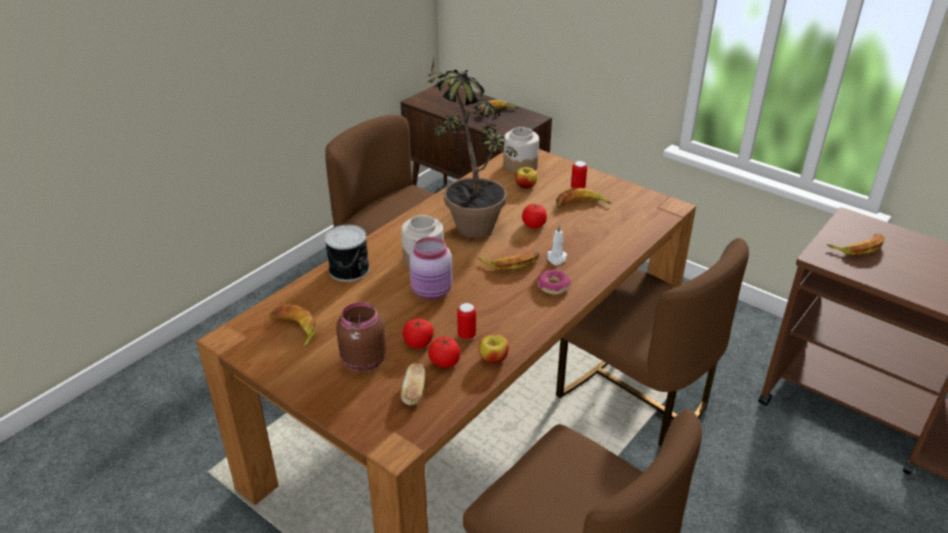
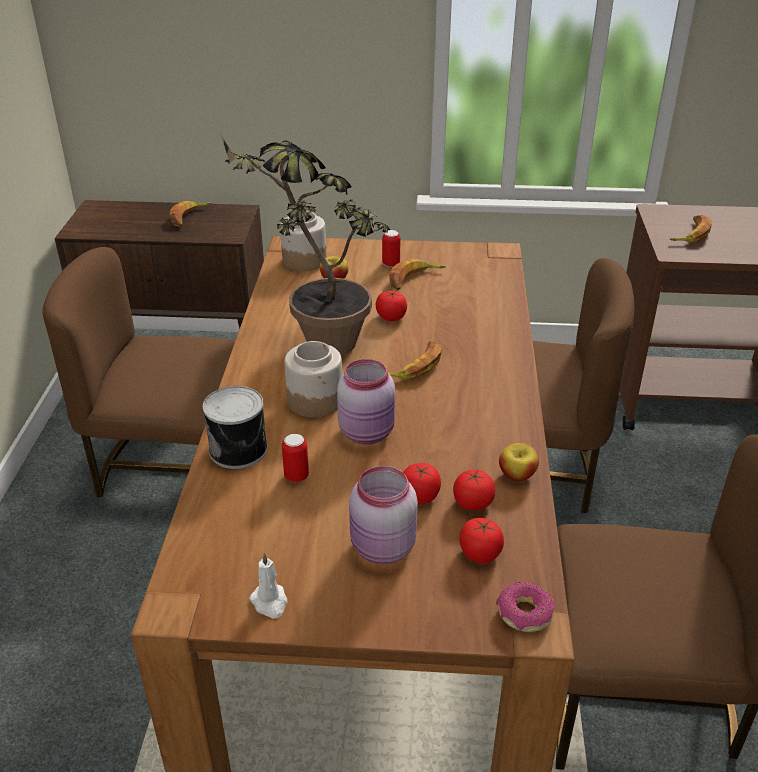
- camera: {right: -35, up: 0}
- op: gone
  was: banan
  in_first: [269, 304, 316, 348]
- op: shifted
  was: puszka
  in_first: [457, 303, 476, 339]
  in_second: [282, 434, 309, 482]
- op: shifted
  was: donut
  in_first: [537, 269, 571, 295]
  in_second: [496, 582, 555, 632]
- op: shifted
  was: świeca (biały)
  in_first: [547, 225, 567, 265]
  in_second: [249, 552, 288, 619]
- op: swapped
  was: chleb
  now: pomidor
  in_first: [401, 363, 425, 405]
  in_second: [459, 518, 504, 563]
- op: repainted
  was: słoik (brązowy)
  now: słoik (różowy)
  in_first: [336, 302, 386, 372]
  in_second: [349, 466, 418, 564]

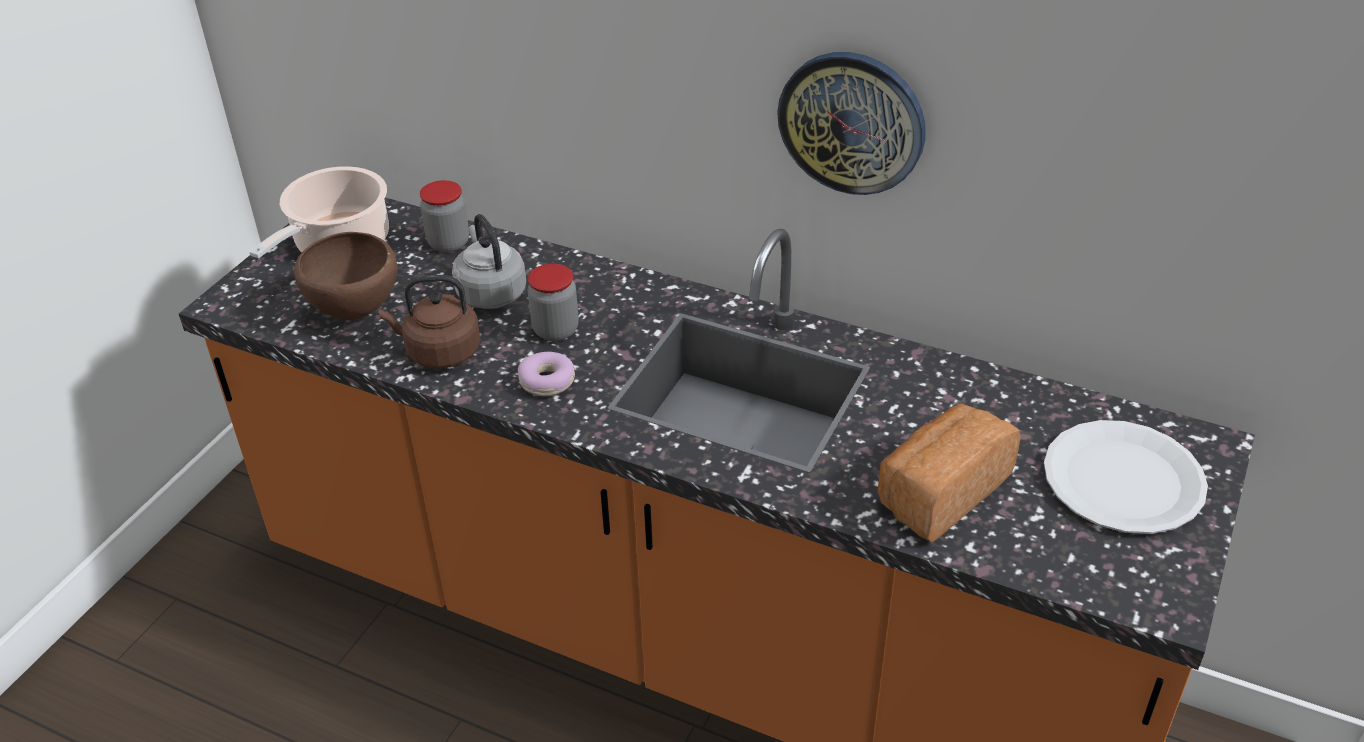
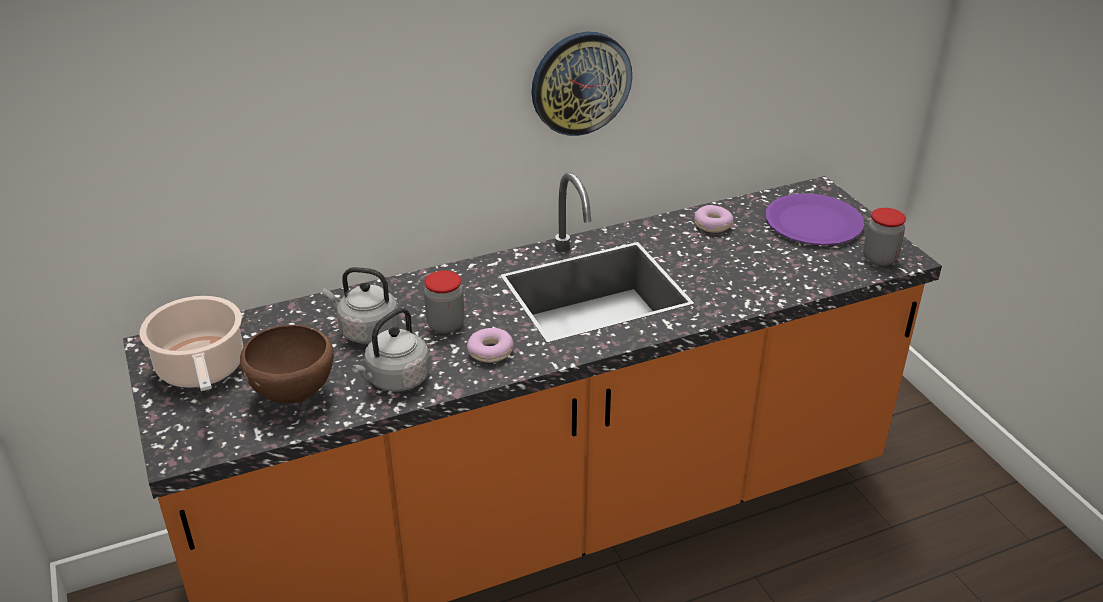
- camera: {right: -50, up: -5}
- op: gone
  was: chleb
  in_first: [878, 404, 1021, 542]
- op: new
  now: donut
  in_second: [694, 205, 733, 233]
- op: shifted
  was: słoik
  in_first: [420, 180, 469, 253]
  in_second: [863, 208, 906, 266]
- op: repainted
  was: czajnik (brązowy)
  now: czajnik (szary)
  in_first: [379, 275, 480, 368]
  in_second: [352, 308, 430, 392]
- op: repainted
  was: talerz (biały)
  now: talerz (fioletowy)
  in_first: [1044, 420, 1208, 534]
  in_second: [766, 193, 864, 245]

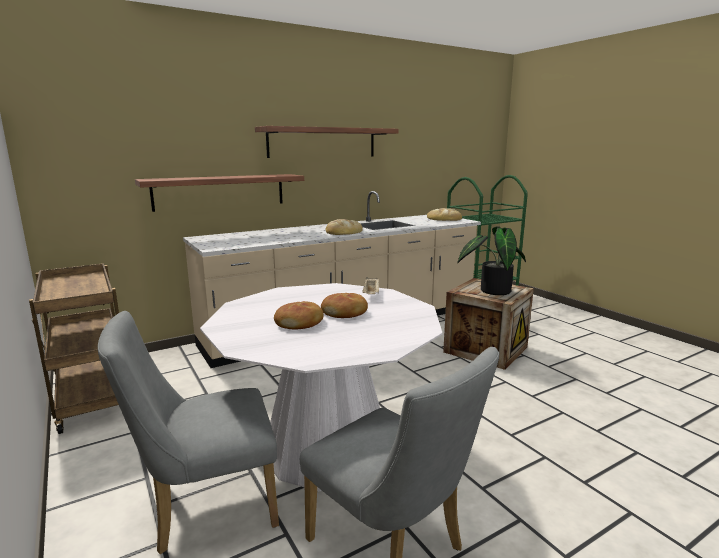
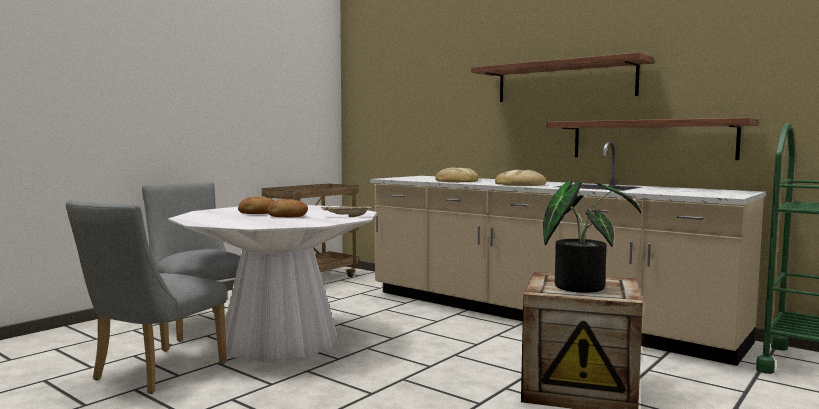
- camera: {right: 70, up: -10}
- op: shifted
  was: półka
  in_first: [135, 174, 304, 212]
  in_second: [547, 118, 759, 160]
- op: shifted
  was: chleb
  in_first: [427, 208, 462, 221]
  in_second: [435, 168, 479, 183]

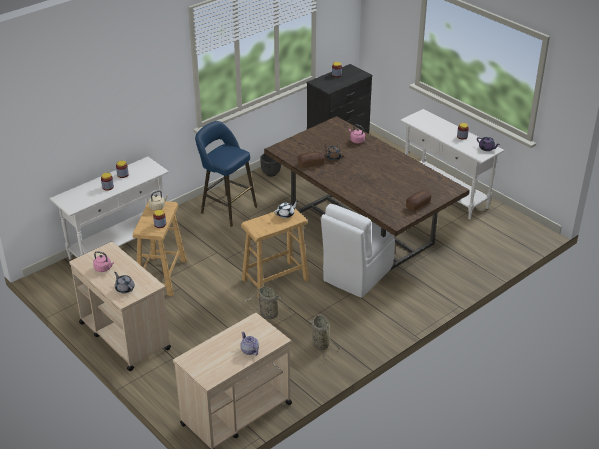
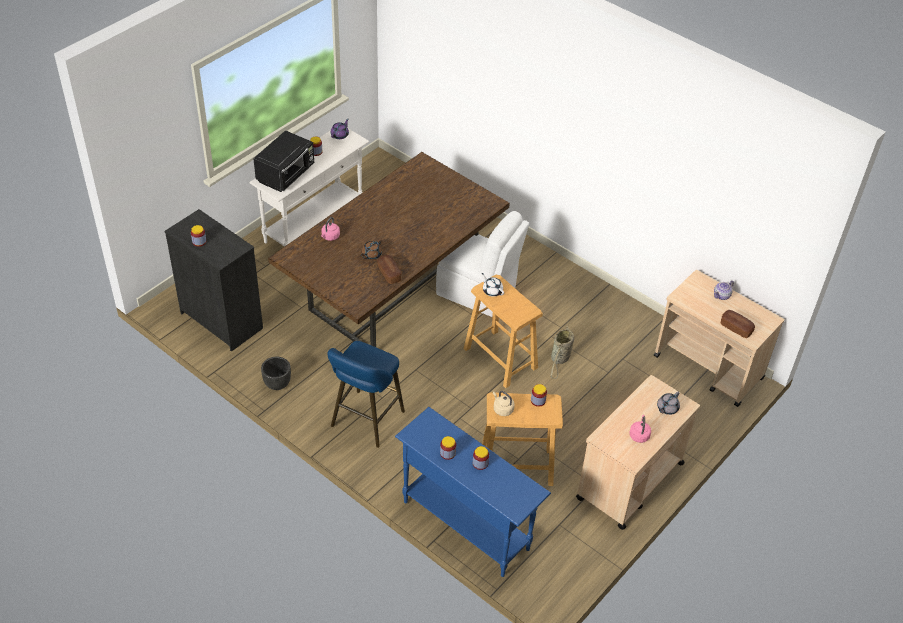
- camera: {right: -100, up: 10}
- op: gone
  was: koszyk
  in_first: [306, 315, 340, 357]
- op: new
  now: mikrofalówka (czarny)
  in_second: [253, 130, 314, 192]
- op: shifted
  was: chleb
  in_first: [406, 190, 432, 211]
  in_second: [721, 310, 755, 338]
- op: repainted
  was: stolik konsolowy (biały)
  now: stolik konsolowy (niebieski)
  in_first: [49, 157, 169, 260]
  in_second: [395, 407, 551, 577]

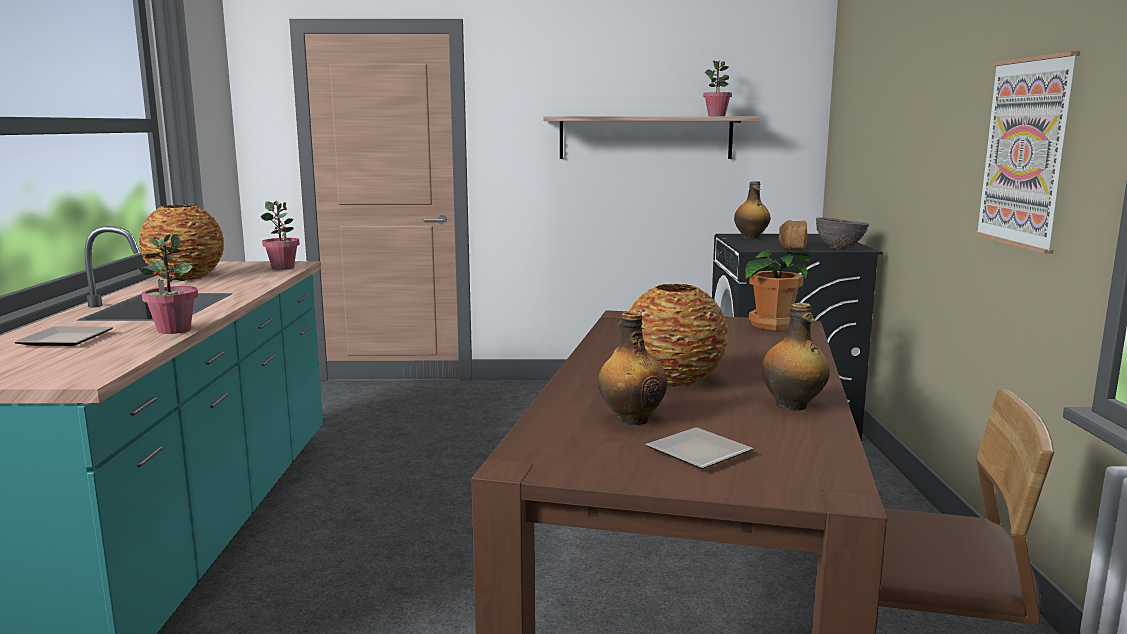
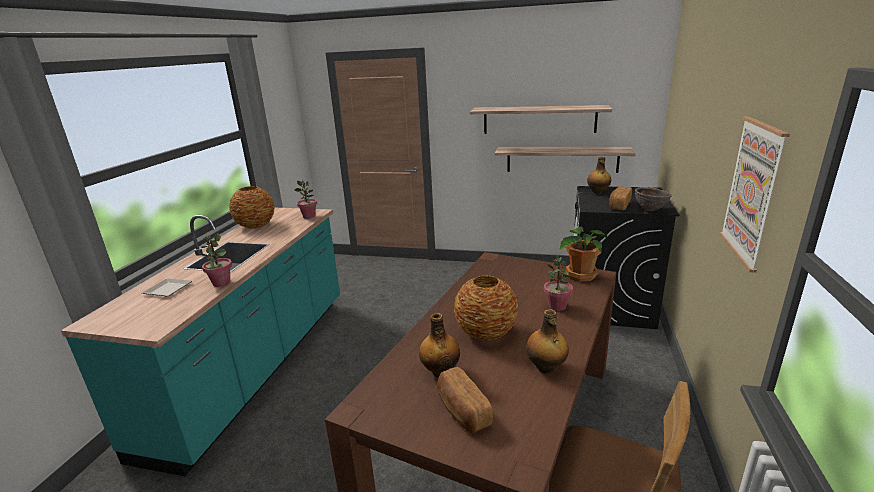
- camera: {right: 15, up: 10}
- op: new
  now: półka
  in_second: [495, 147, 636, 173]
- op: shifted
  was: roślina doniczkowa
  in_first: [703, 60, 732, 116]
  in_second: [544, 255, 573, 311]
- op: swapped
  was: talerz
  now: chleb
  in_first: [646, 427, 753, 469]
  in_second: [437, 367, 493, 433]

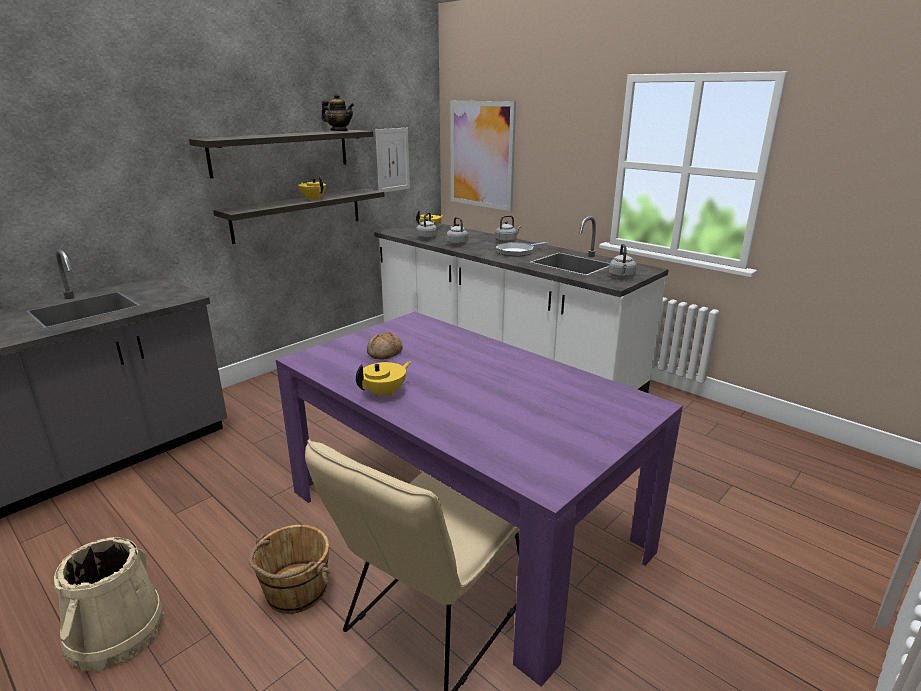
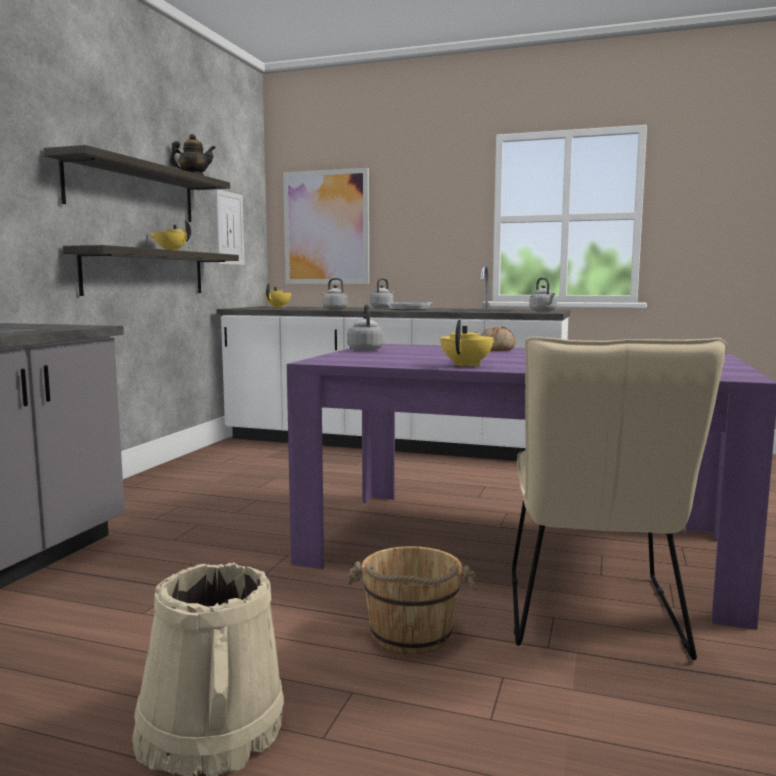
- camera: {right: -25, up: -15}
- op: shifted
  was: chleb
  in_first: [367, 333, 403, 360]
  in_second: [481, 327, 516, 351]
- op: shifted
  was: czajnik (szary)
  in_first: [416, 212, 437, 240]
  in_second: [347, 304, 384, 351]

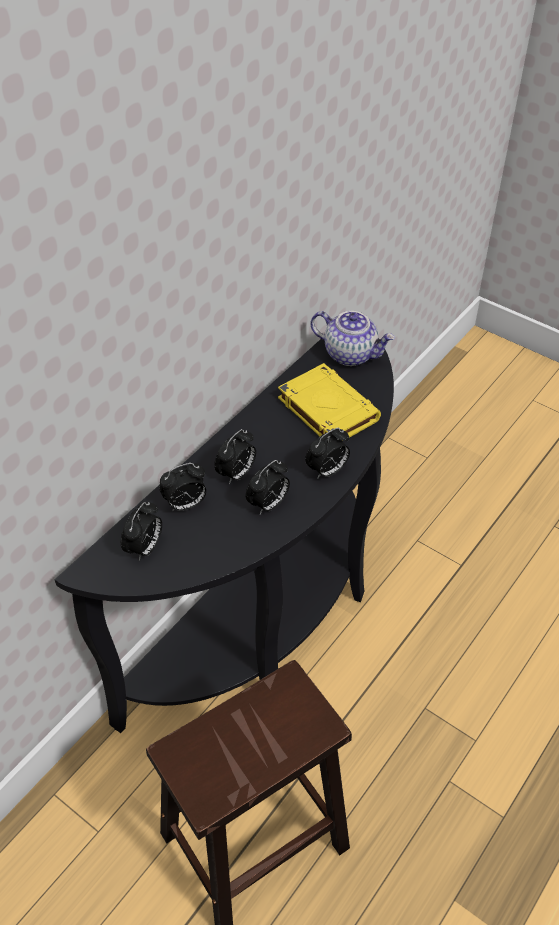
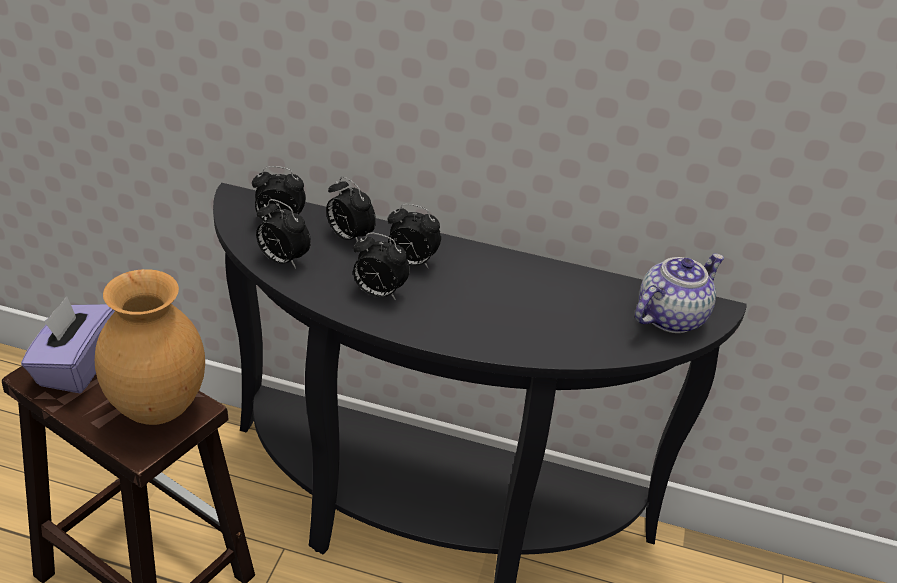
- camera: {right: 65, up: -10}
- op: gone
  was: książka (żółty)
  in_first: [278, 363, 381, 442]
- op: new
  now: pudełko chusteczek (fioletowy)
  in_second: [21, 296, 115, 393]
- op: new
  now: wazon (brązowy)
  in_second: [95, 269, 205, 425]
- op: shifted
  was: budzik
  in_first: [305, 428, 350, 479]
  in_second: [256, 199, 311, 269]
- op: rotated
  was: imbryk
  in_first: [310, 311, 395, 366]
  in_second: [635, 253, 724, 333]
  clockwise: -135

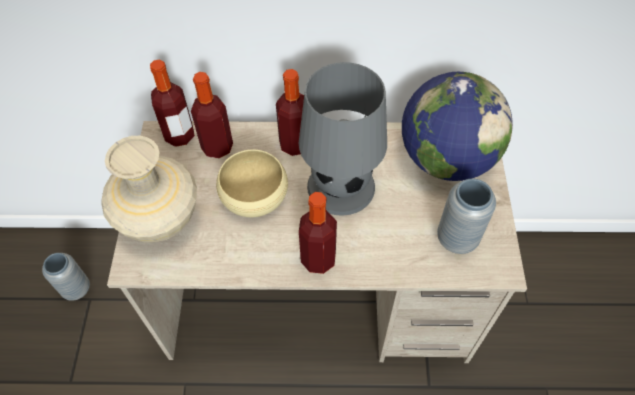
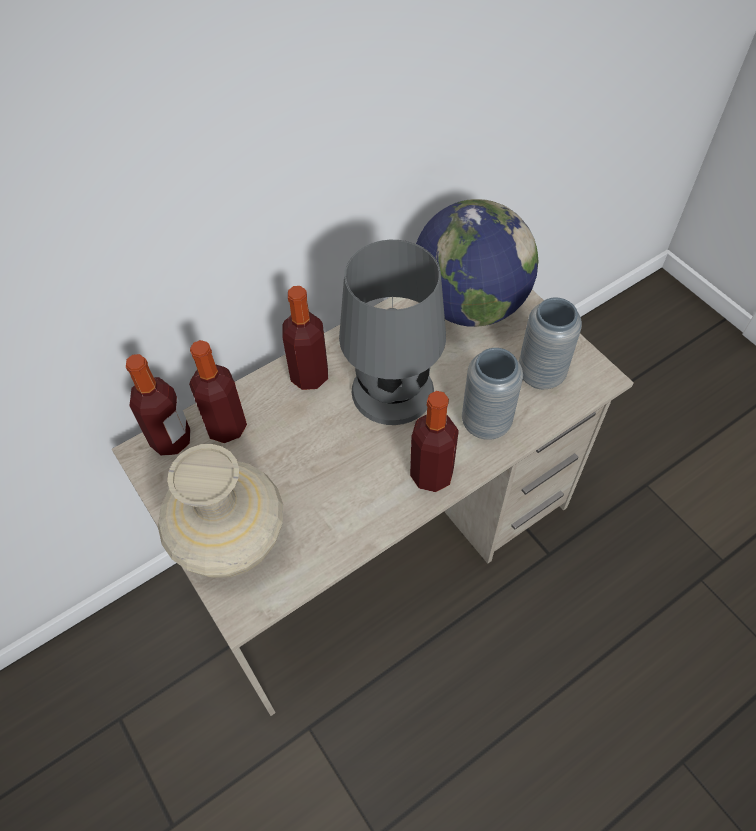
- camera: {right: -35, up: 0}
- op: gone
  was: miska (beżowy)
  in_first: [216, 149, 288, 217]
- op: shifted
  was: wazon (szary)
  in_first: [42, 253, 90, 301]
  in_second: [462, 348, 523, 440]

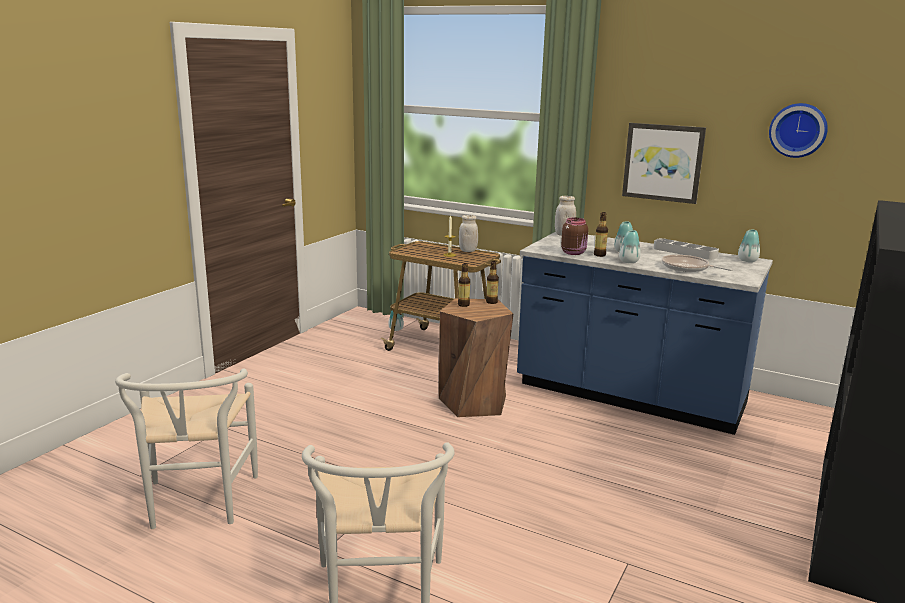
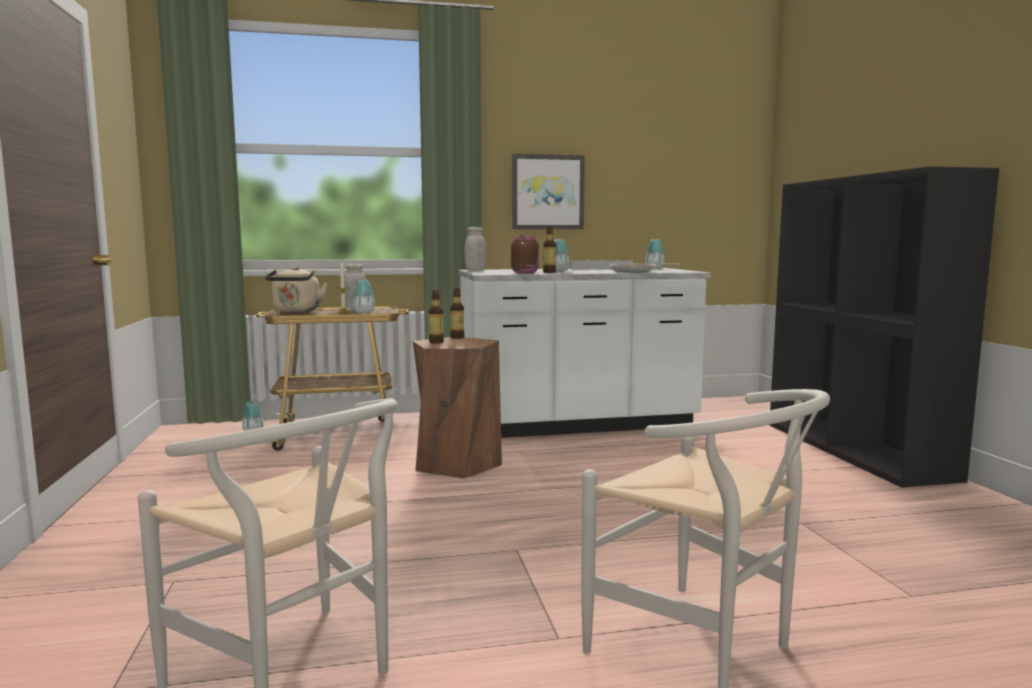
- camera: {right: -40, up: -10}
- op: gone
  was: zegar ścienny
  in_first: [769, 103, 828, 158]
- op: new
  now: czajnik (beżowy)
  in_second: [265, 267, 328, 312]
- op: shifted
  was: wazon
  in_first: [619, 230, 641, 263]
  in_second: [353, 280, 375, 314]
- op: repainted
  was: zabudowa kuchenna (niebieski)
  now: zabudowa kuchenna (biały)
  in_first: [517, 232, 773, 435]
  in_second: [459, 268, 711, 438]

